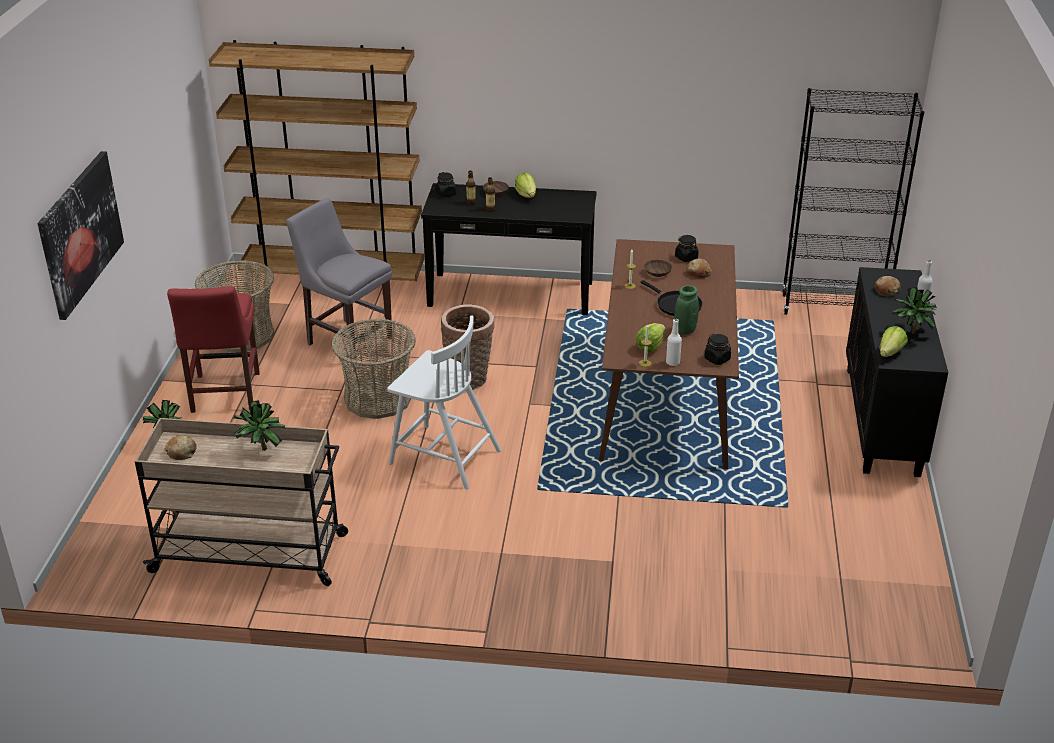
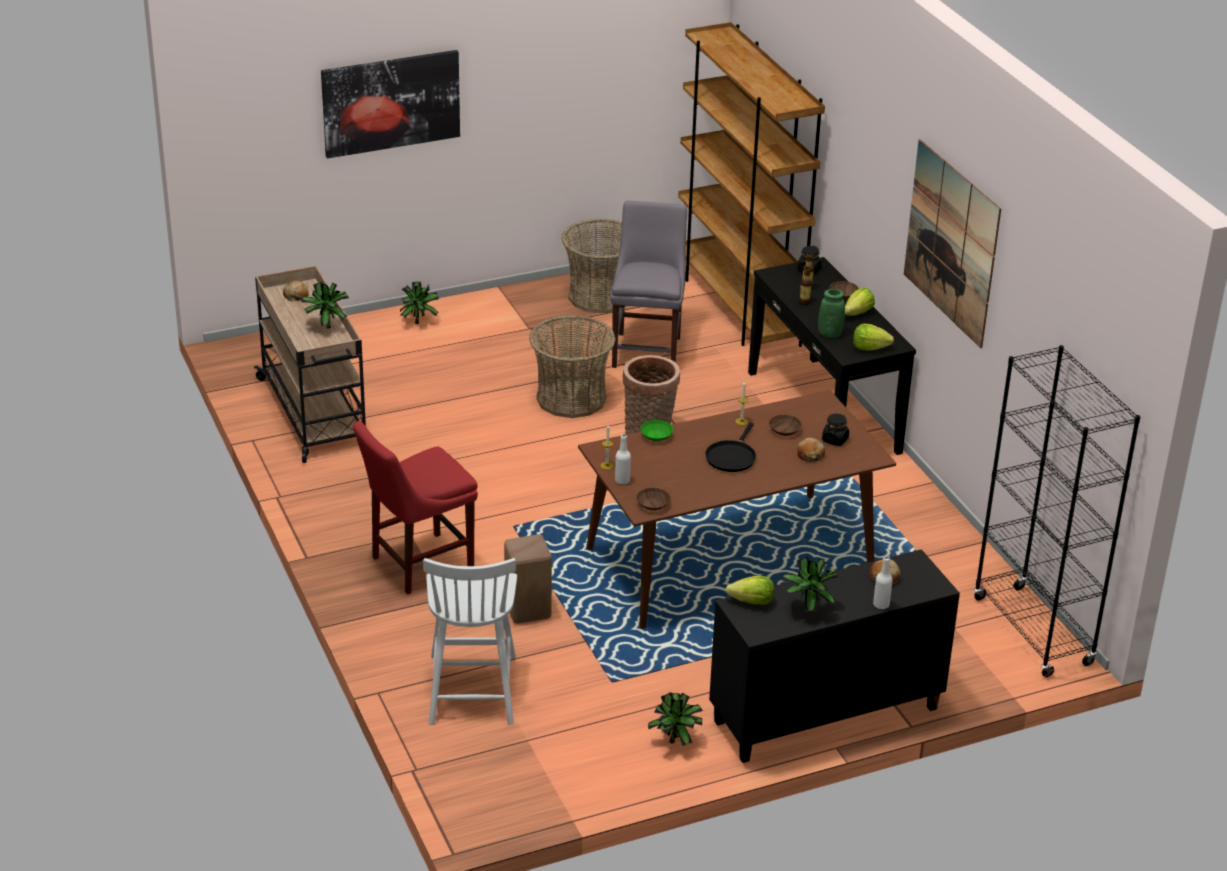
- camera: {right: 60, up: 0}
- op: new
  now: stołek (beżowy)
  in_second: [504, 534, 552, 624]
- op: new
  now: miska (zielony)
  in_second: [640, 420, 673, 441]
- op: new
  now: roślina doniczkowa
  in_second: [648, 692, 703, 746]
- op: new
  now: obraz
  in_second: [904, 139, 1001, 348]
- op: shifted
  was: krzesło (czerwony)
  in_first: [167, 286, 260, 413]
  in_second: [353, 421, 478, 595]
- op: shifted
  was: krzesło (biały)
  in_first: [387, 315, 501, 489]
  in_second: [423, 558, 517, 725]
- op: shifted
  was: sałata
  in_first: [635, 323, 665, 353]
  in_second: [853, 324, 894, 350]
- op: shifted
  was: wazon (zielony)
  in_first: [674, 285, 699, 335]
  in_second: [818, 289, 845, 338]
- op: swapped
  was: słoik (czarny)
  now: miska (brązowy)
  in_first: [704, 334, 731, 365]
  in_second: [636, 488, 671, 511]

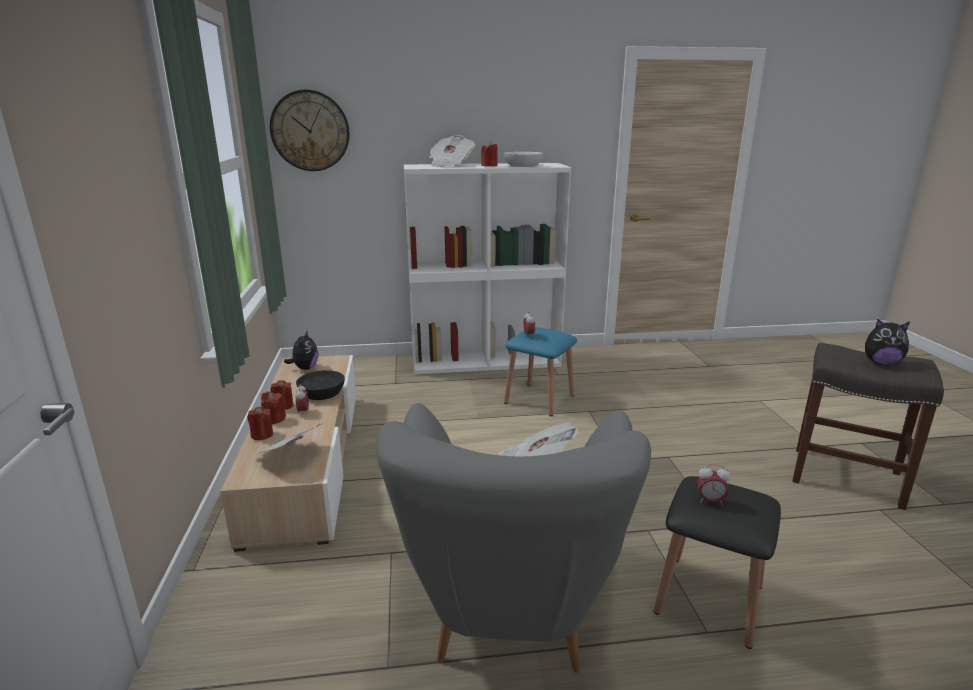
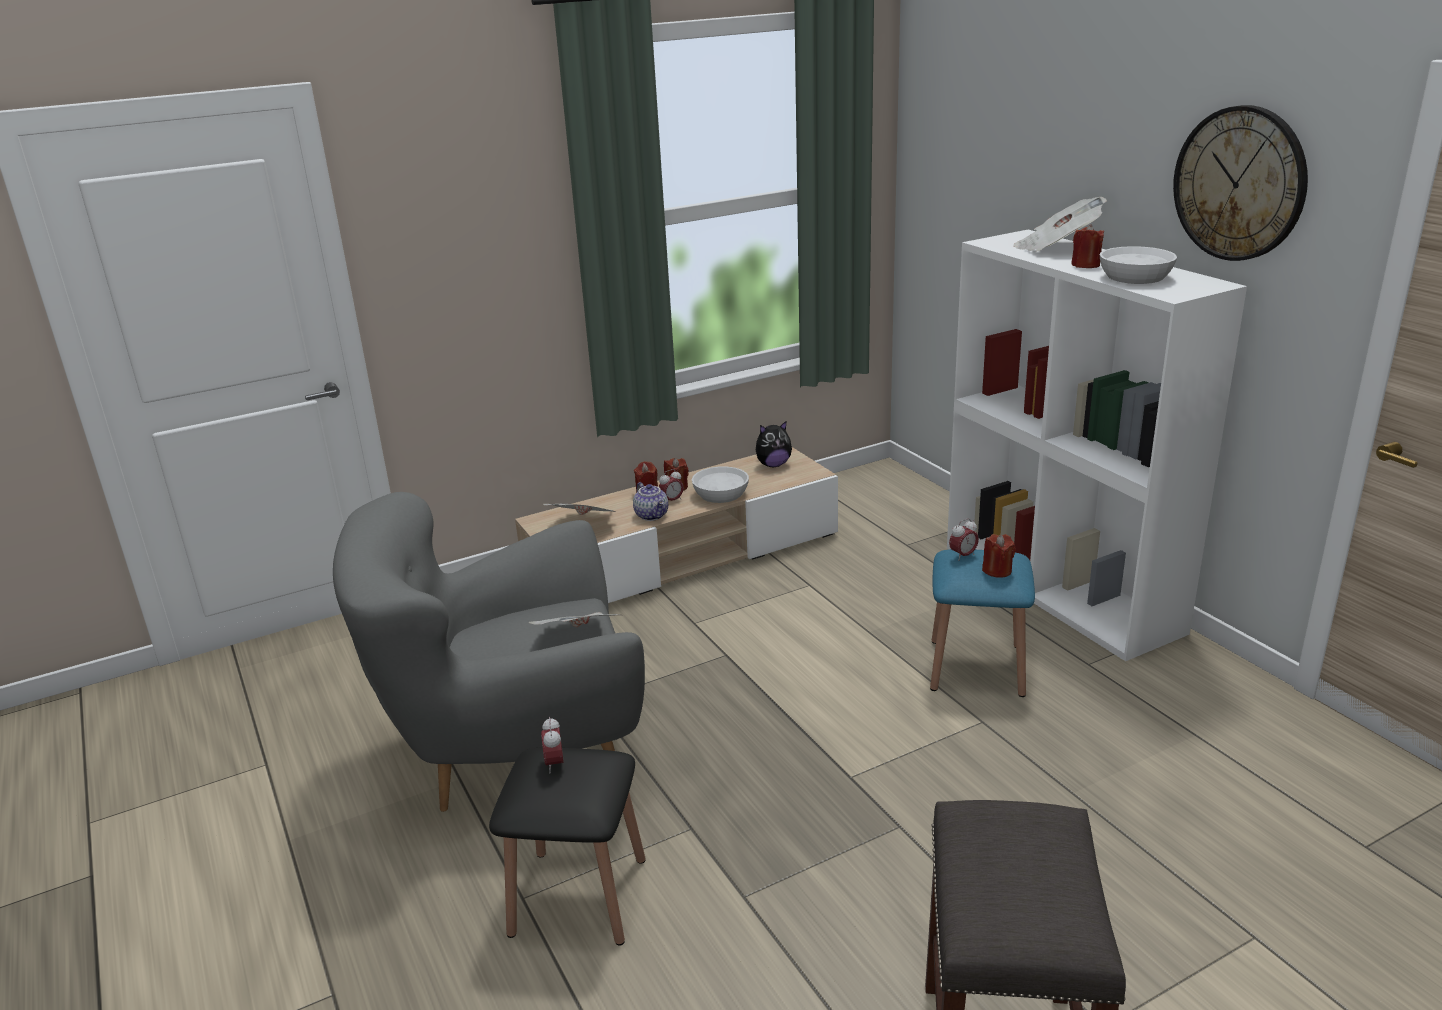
- camera: {right: 70, up: 5}
- op: gone
  was: pluszak
  in_first: [865, 319, 910, 365]
- op: new
  now: imbryk
  in_second: [633, 482, 668, 521]
- op: shifted
  was: świeca (czerwony)
  in_first: [247, 407, 273, 440]
  in_second: [982, 534, 1016, 578]
- op: shifted
  was: zegar ścienny
  in_first: [270, 90, 350, 171]
  in_second: [1173, 105, 1308, 261]
- op: repainted
  was: miska (czarny)
  now: miska (biały)
  in_first: [296, 370, 345, 400]
  in_second: [692, 467, 749, 503]

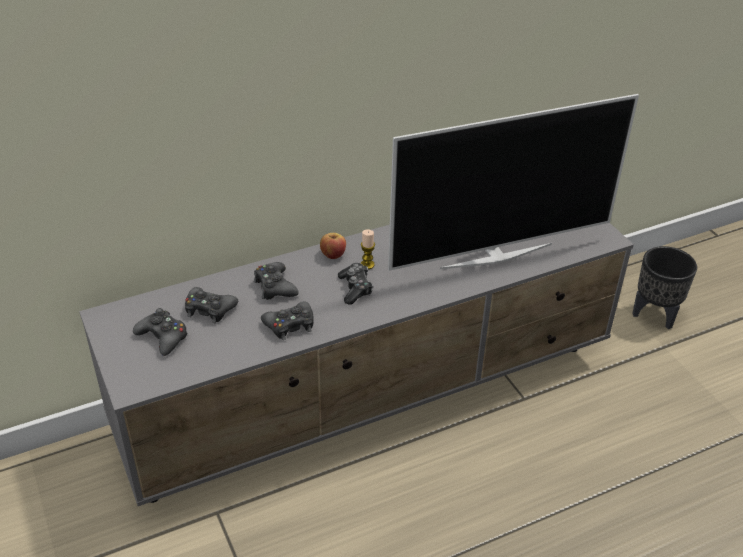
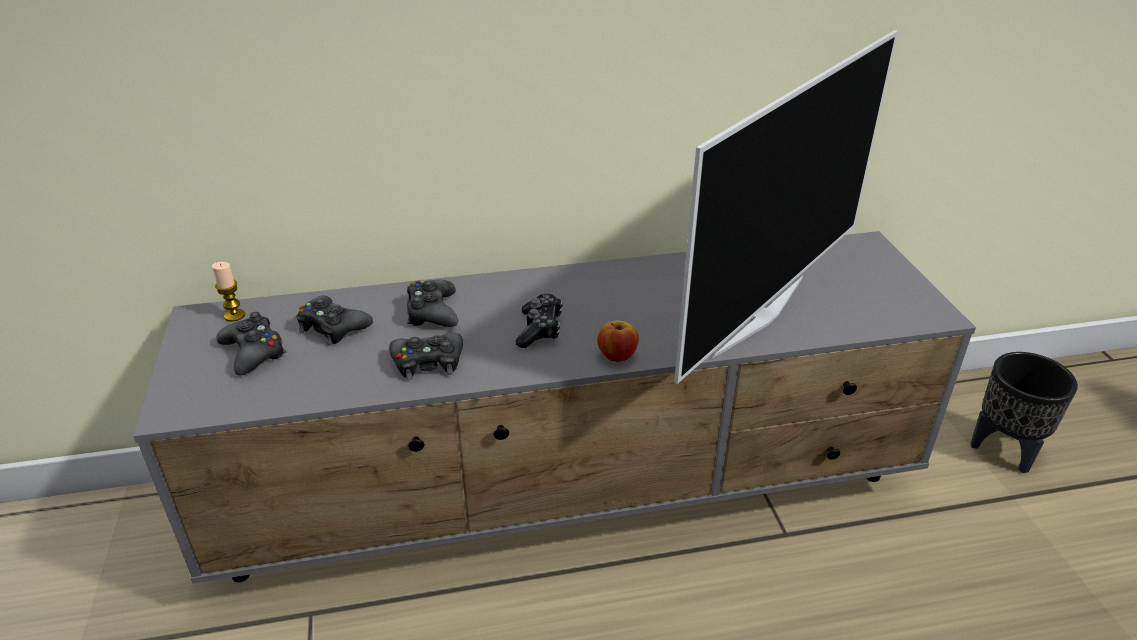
- camera: {right: 15, up: -5}
- op: shifted
  was: jabłko
  in_first: [320, 233, 346, 259]
  in_second: [597, 321, 639, 362]
- op: shifted
  was: świeca
  in_first: [361, 229, 375, 269]
  in_second: [212, 262, 245, 322]
- op: rotated
  was: telewizor
  in_first: [388, 94, 639, 271]
  in_second: [674, 30, 898, 384]
  clockwise: -45

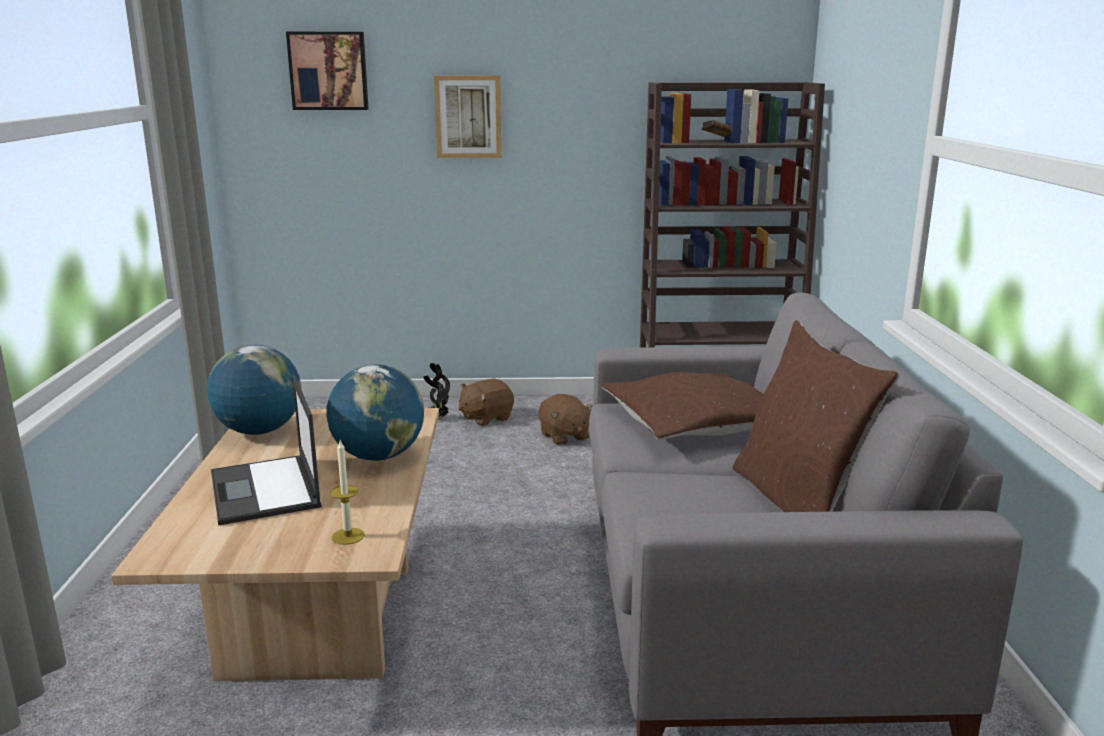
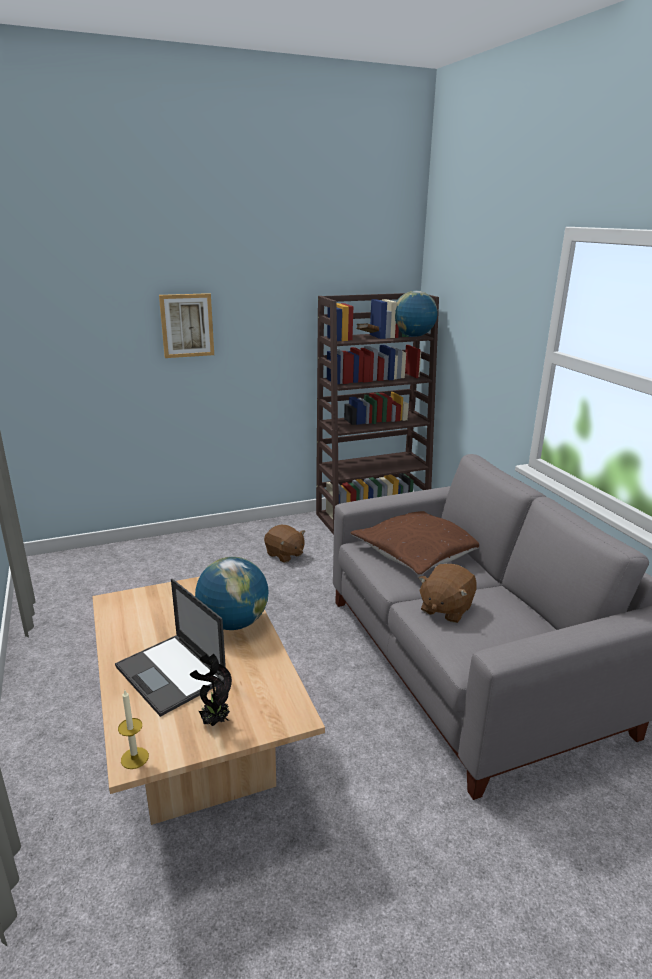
- camera: {right: -20, up: 5}
- op: gone
  was: obraz
  in_first: [286, 32, 369, 110]
- op: gone
  was: poduszka (brązowy)
  in_first: [733, 320, 900, 512]
- op: shifted
  was: globus
  in_first: [207, 345, 301, 435]
  in_second: [395, 291, 438, 337]
- op: shifted
  was: świeca
  in_first: [330, 440, 365, 545]
  in_second: [118, 689, 149, 769]
- op: shifted
  was: roślina doniczkowa
  in_first: [423, 363, 450, 418]
  in_second: [190, 654, 232, 726]
- op: shifted
  was: pluszak (brązowy)
  in_first: [459, 379, 514, 426]
  in_second: [419, 564, 476, 623]

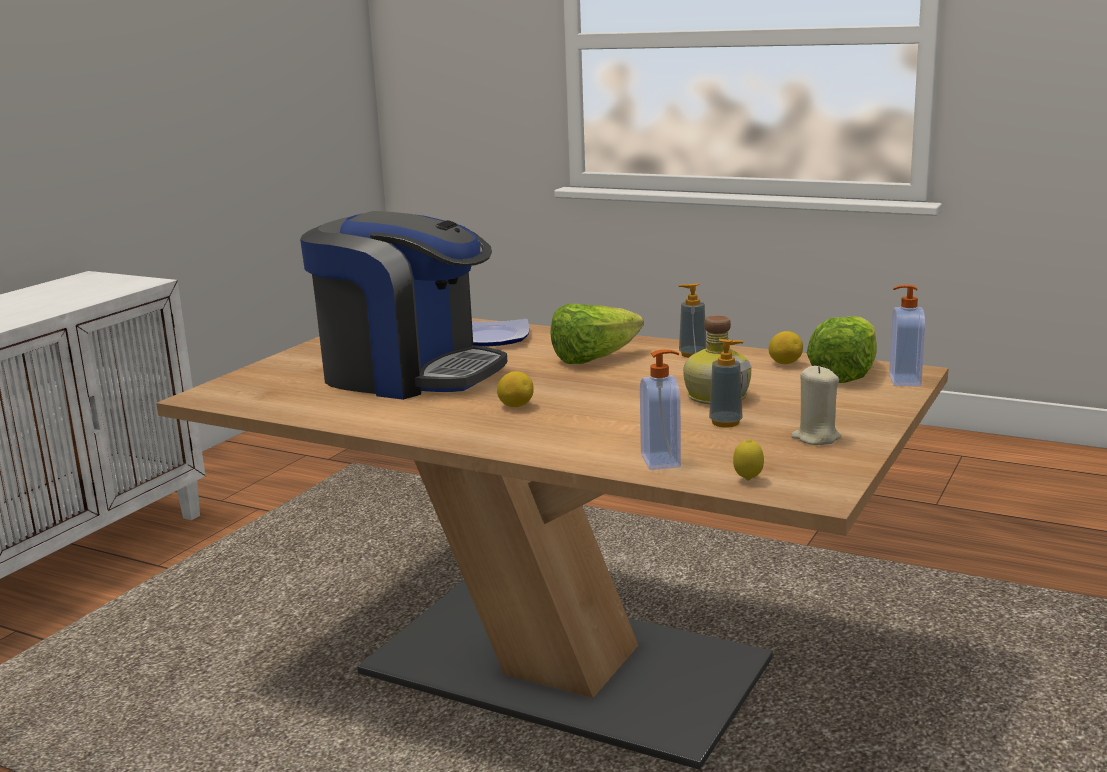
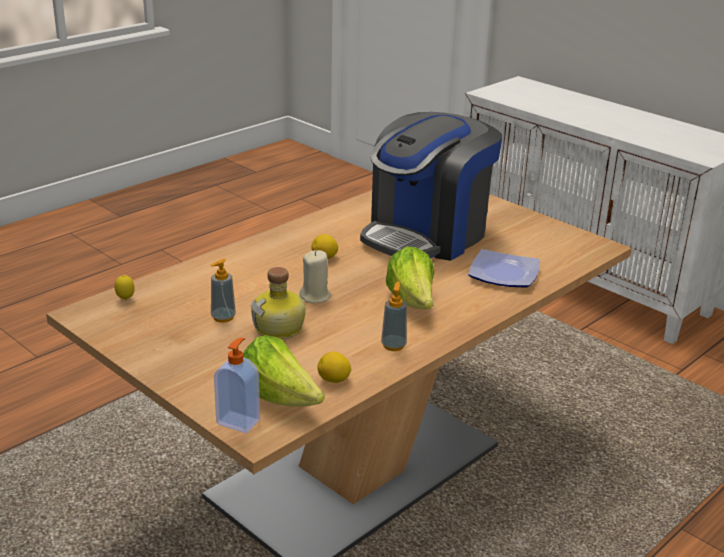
- camera: {right: 105, up: 10}
- op: gone
  was: dozownik mydła
  in_first: [640, 350, 681, 470]
- op: shifted
  was: świeca (beżowy)
  in_first: [791, 366, 841, 445]
  in_second: [299, 250, 331, 303]

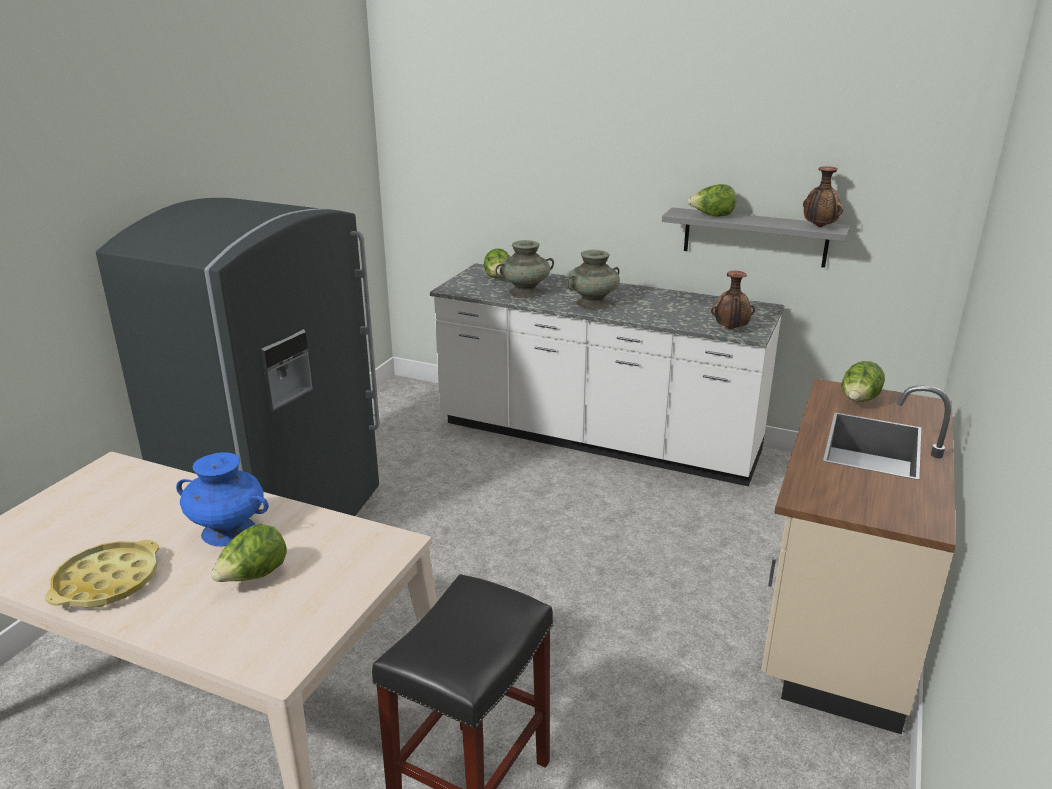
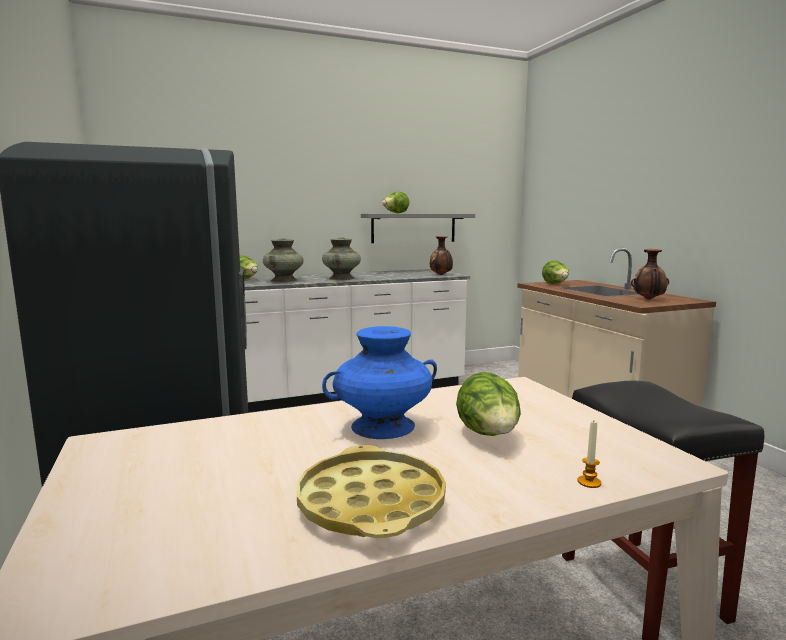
- camera: {right: -45, up: -15}
- op: new
  now: świeca
  in_second: [577, 421, 601, 488]
- op: shifted
  was: wazon
  in_first: [803, 166, 843, 227]
  in_second: [631, 249, 669, 299]

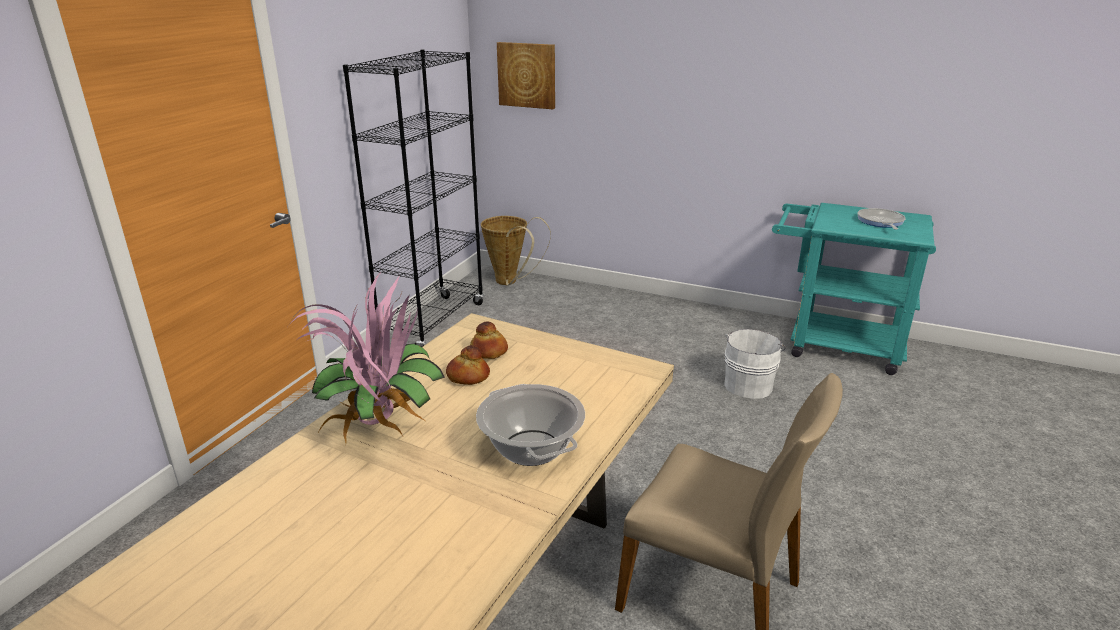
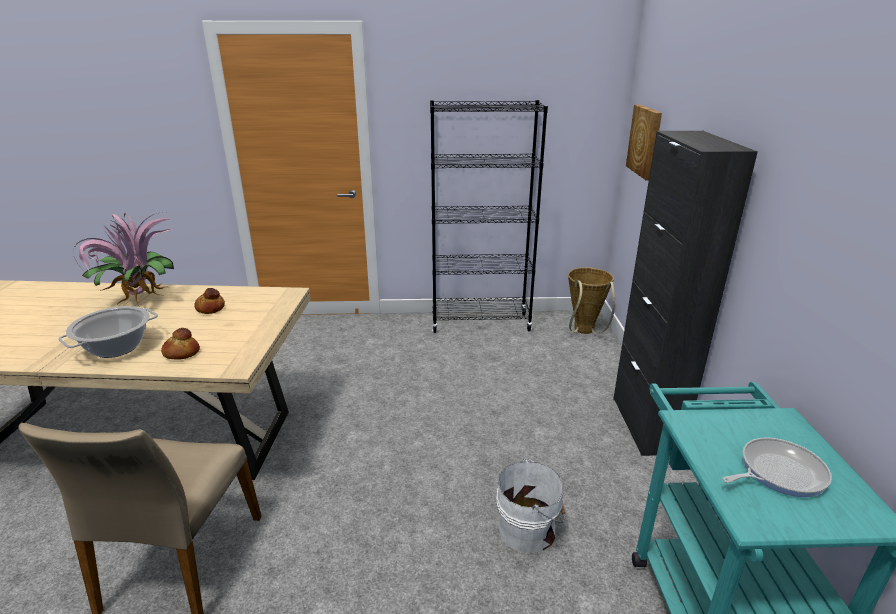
- camera: {right: 65, up: 0}
- op: new
  now: szafka (czarny)
  in_second: [613, 131, 758, 456]
- op: shifted
  was: chleb
  in_first: [470, 321, 508, 359]
  in_second: [161, 328, 200, 360]

